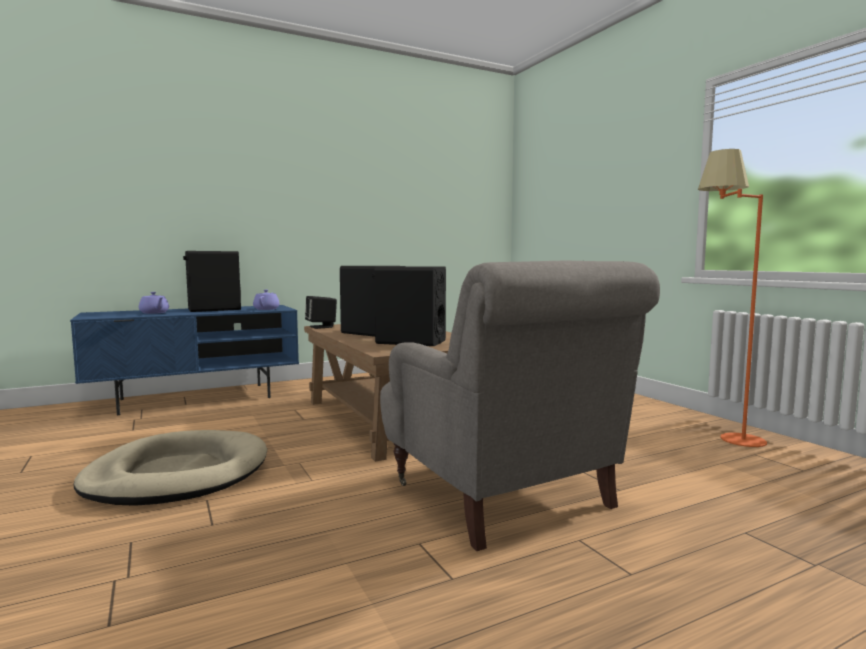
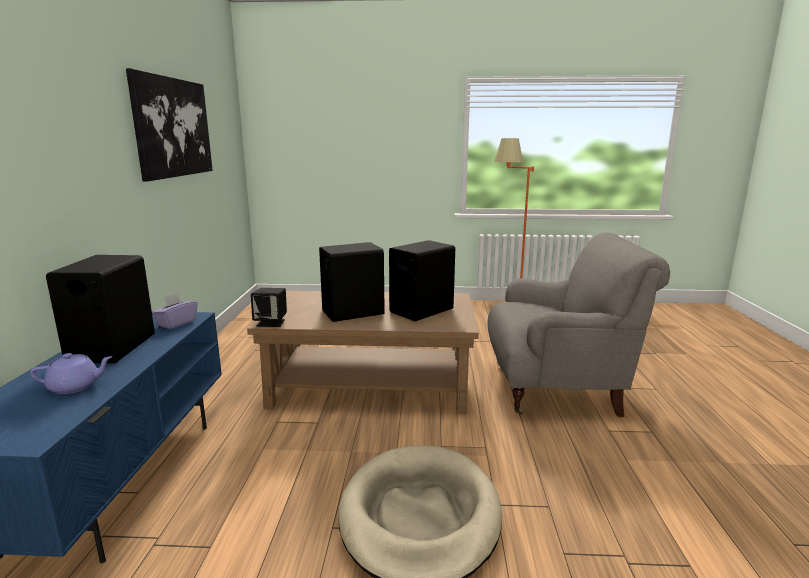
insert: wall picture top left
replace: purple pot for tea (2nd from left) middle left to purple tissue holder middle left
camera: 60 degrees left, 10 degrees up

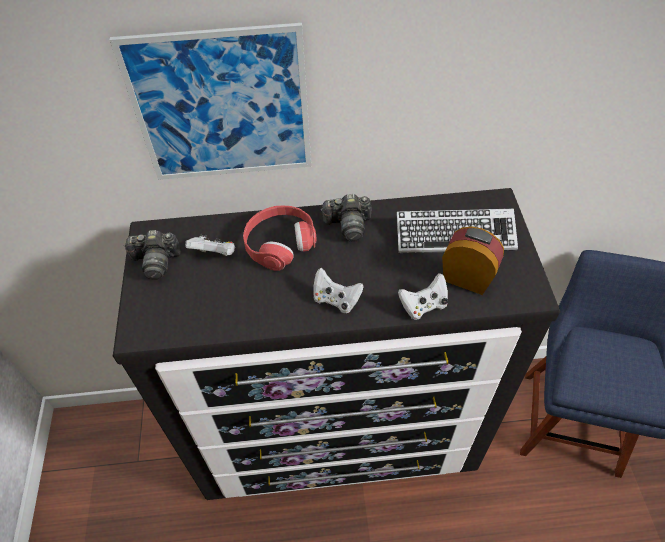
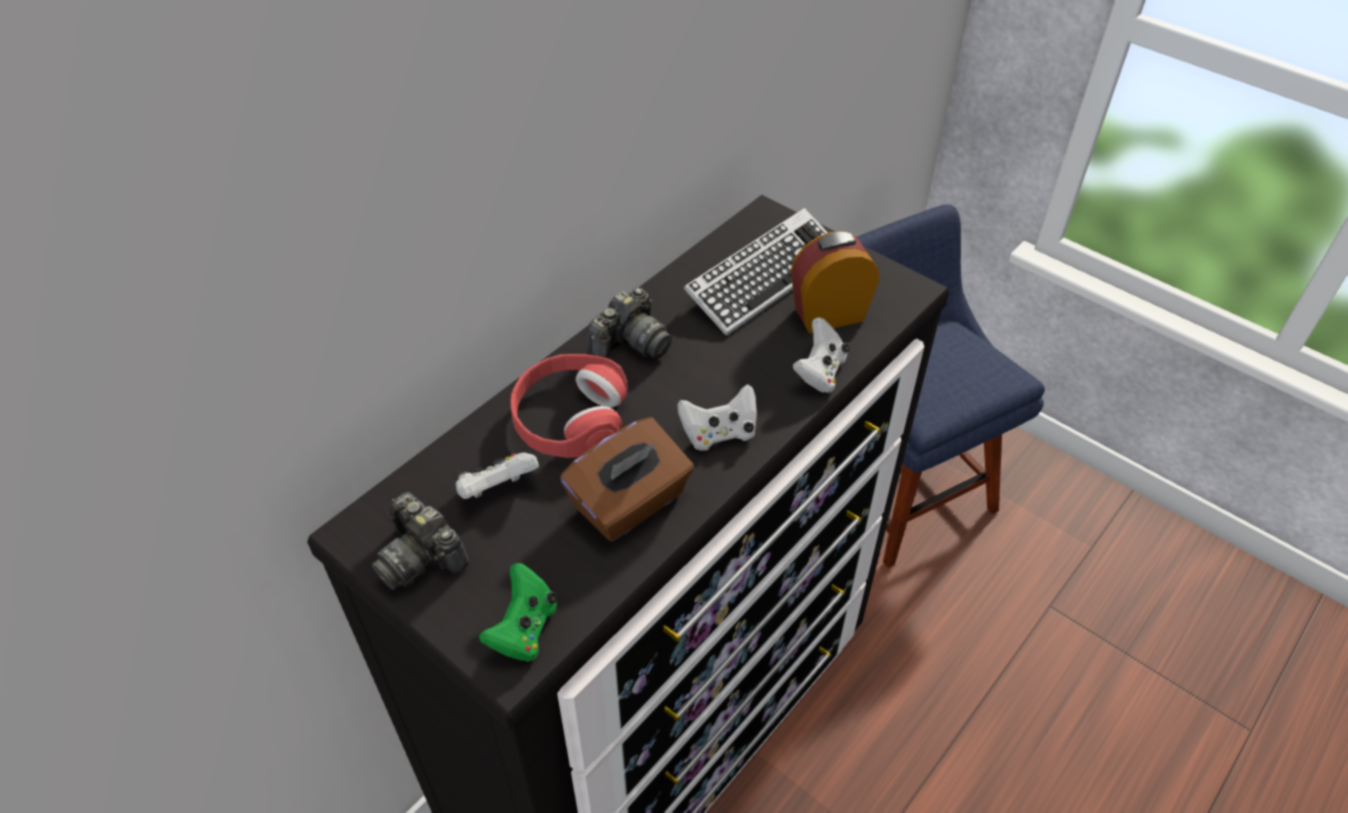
delete: wall picture top left
insert: brownish tissue holder centre; greenish gamepad bottom centre
rotate: still camera (1st from left) middle left = middle left 90 degrees clockwise
camera: 45 degrees left, 5 degrees down

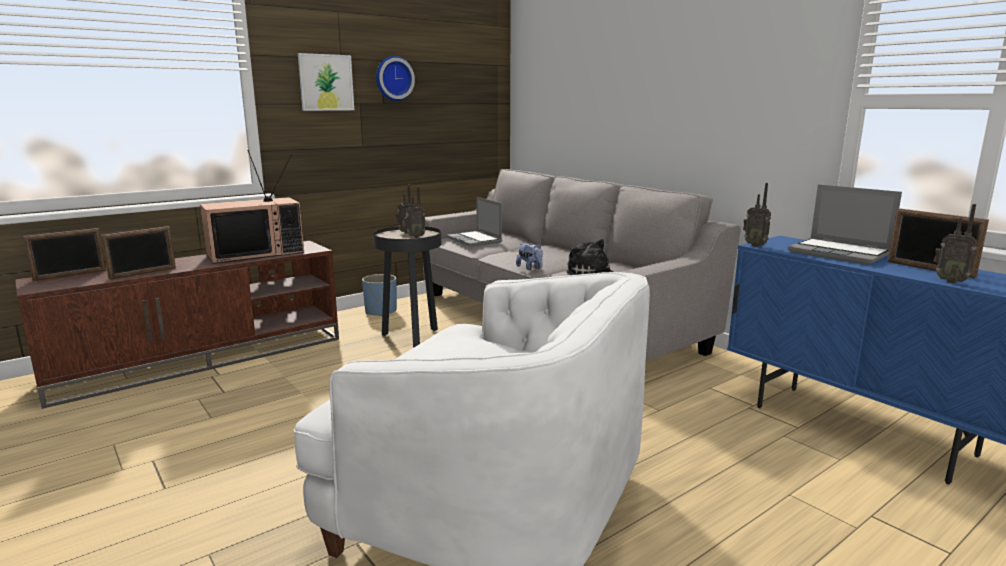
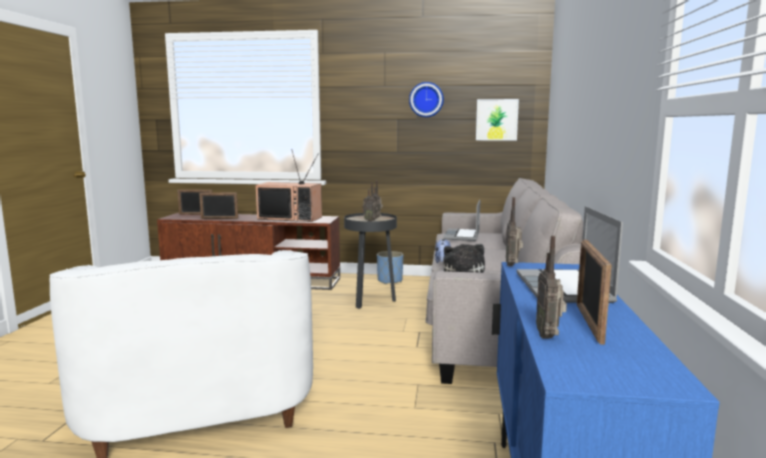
move: wall picture top left to top centre
camera: 45 degrees right, 5 degrees down

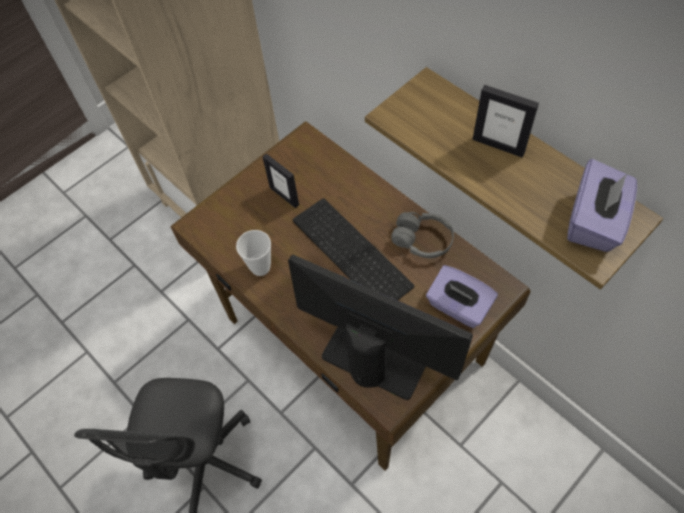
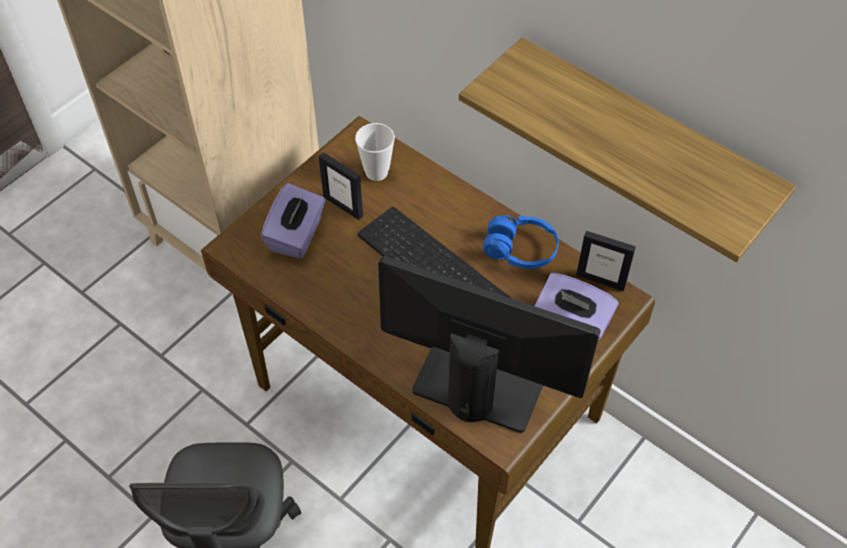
move: photo frame (2nd from left) top right to middle right; purple tissue holder (2nd from left in the first image) middle right to purple tissue holder (1st from left) centre; drinking cup centre to top centre
recolor: greyish headphones centre to blue headphones centre
camera: 10 degrees left, 5 degrees down

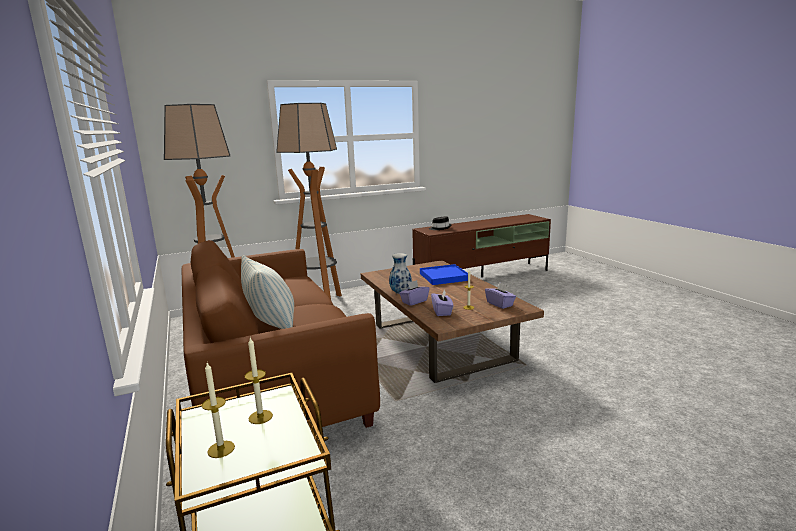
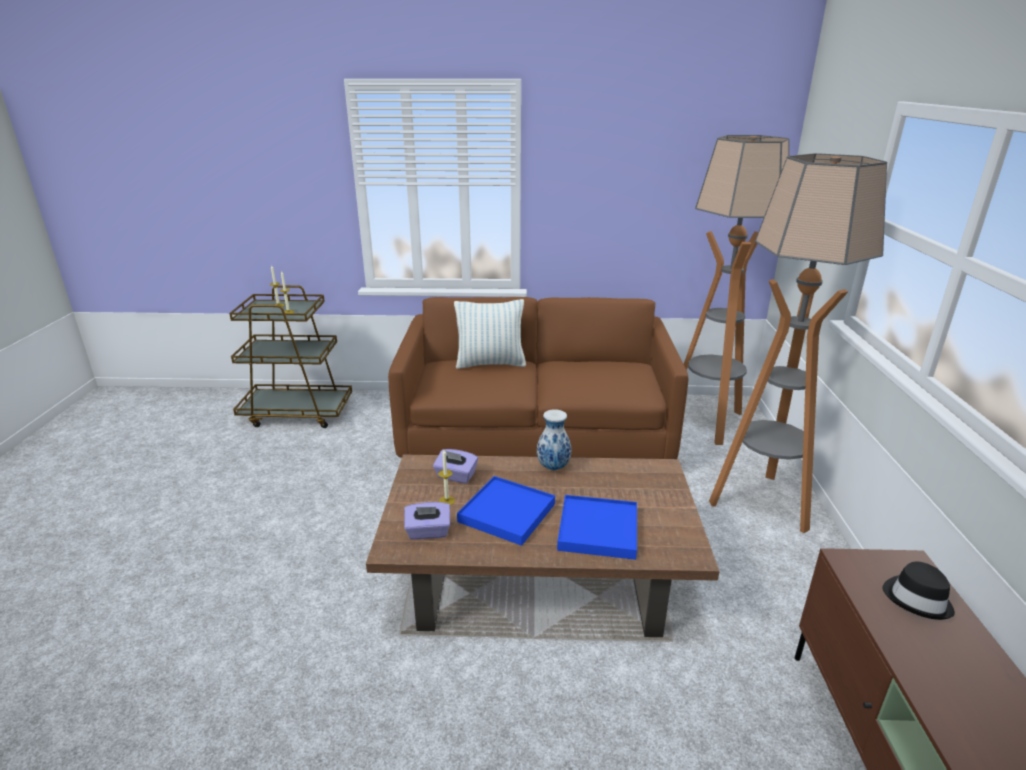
delete: purple tissue holder (1st from left) centre
insert: blue serving tray (1st from left) centre
camera: 115 degrees right, 10 degrees up

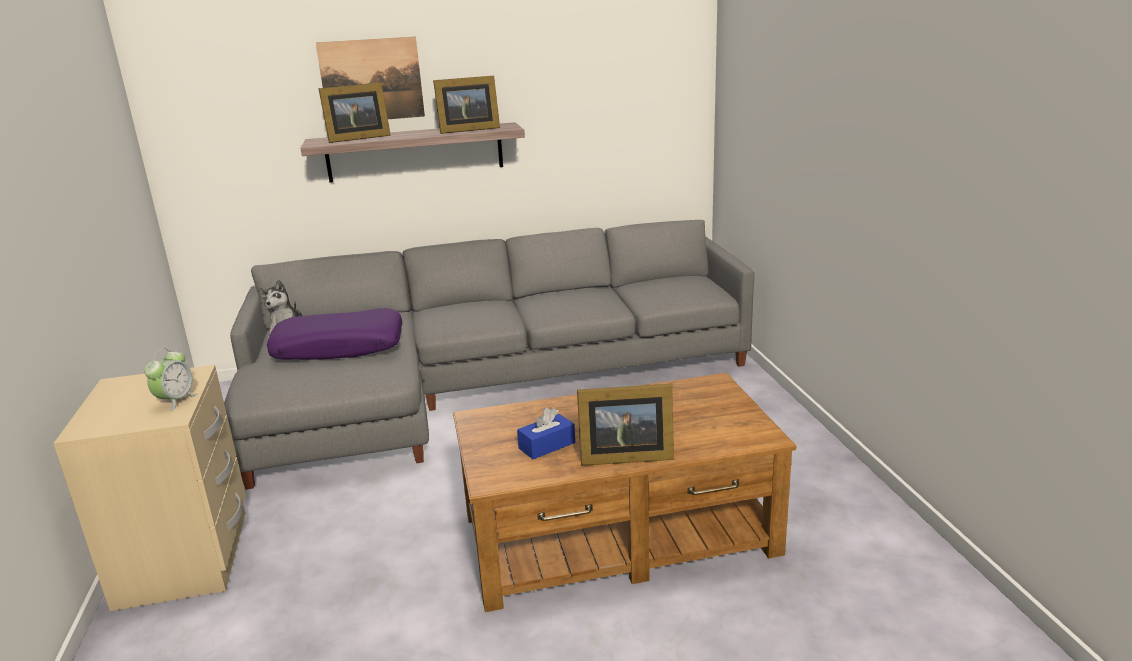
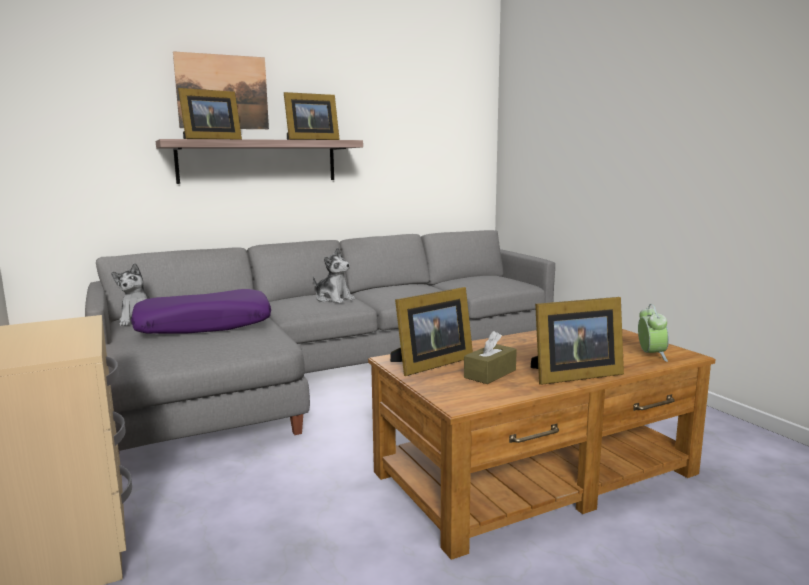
insert: soft toy (2nd from left) centre; photo frame (3rd from left) centre
move: alarm clock middle left to middle right
recolor: blue tissue holder centre to brownish tissue holder centre
camera: 15 degrees left, 10 degrees down

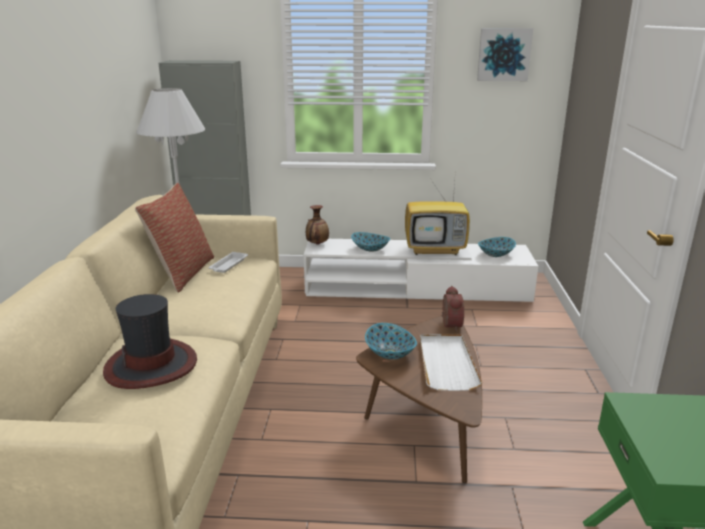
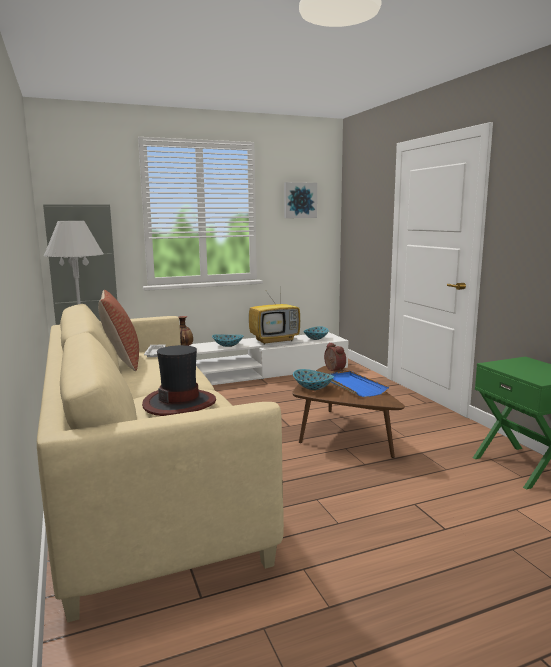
recolor: whitish serving tray (2nd from left) bottom centre to blue serving tray centre
camera: 25 degrees left, 10 degrees down

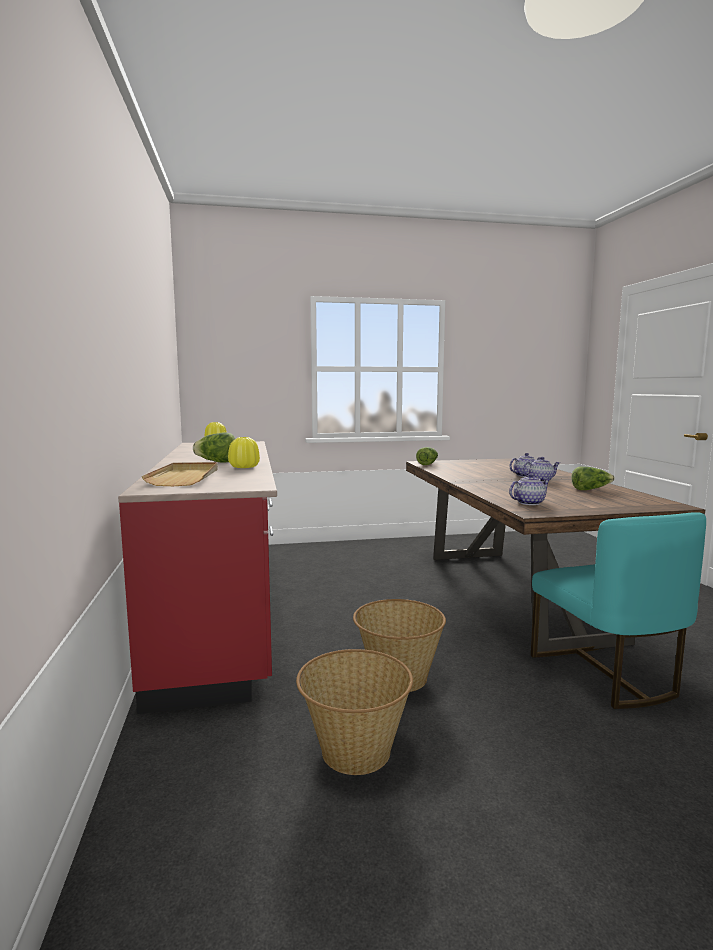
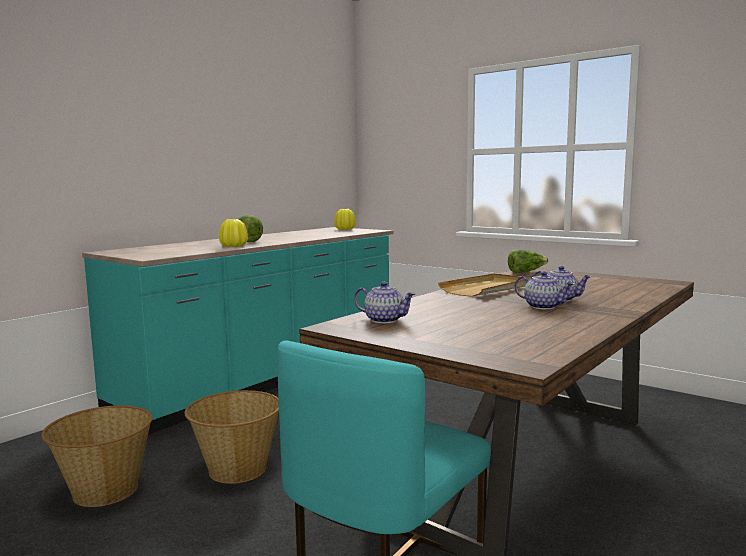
delete: lettuce head (3rd from left) middle right
move: beige serving tray middle left to centre
recolor: reddish counter middle left to turquoise counter middle left
camera: 50 degrees right, 0 degrees up

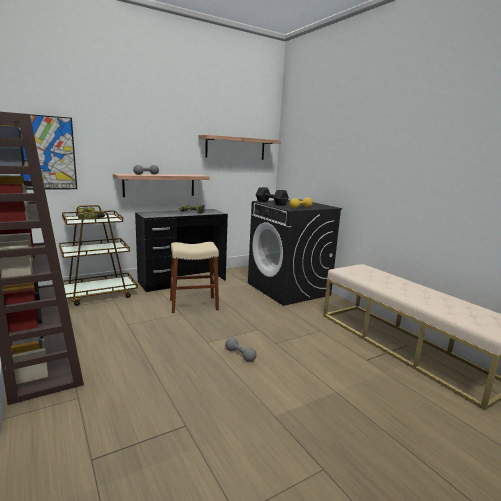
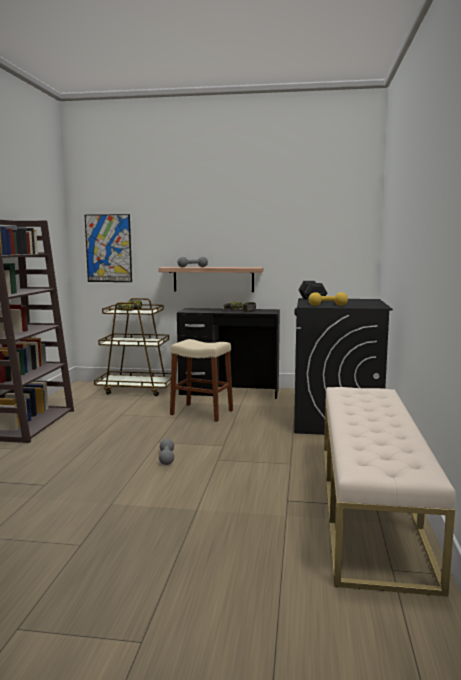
delete: wall shelf (2nd from left) top centre
camera: 40 degrees right, 5 degrees down

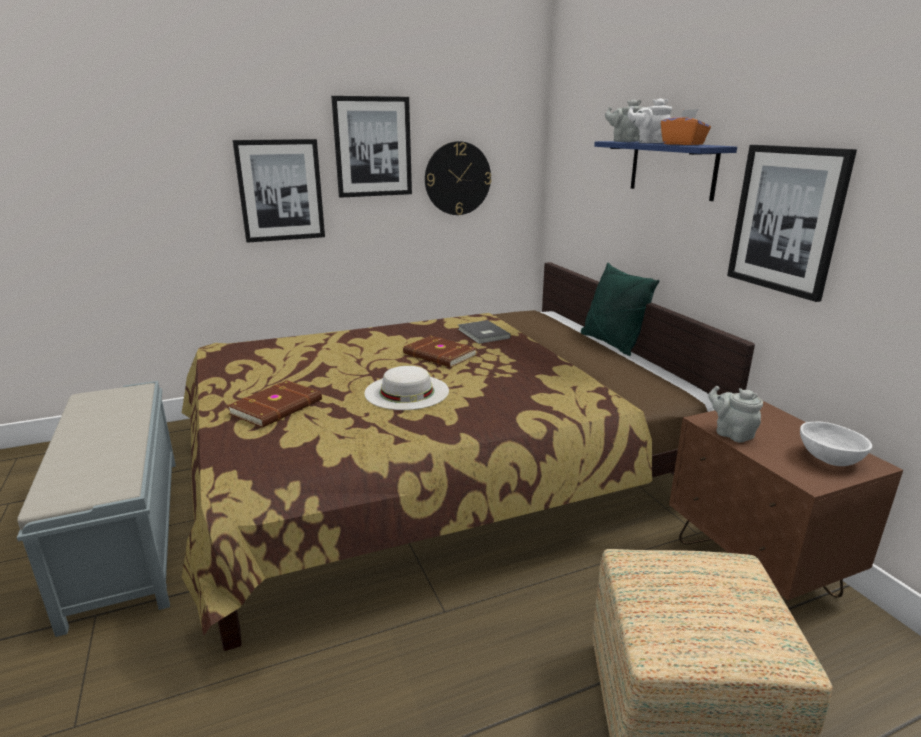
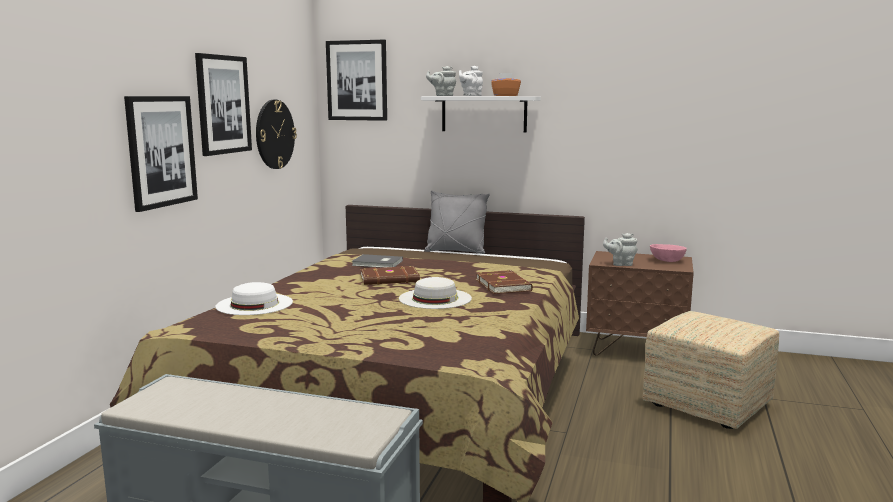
insert: whitish hat (1st from left) middle left
move: wall picture (3rd from left) top right to top centre; brownish volume (1st from left in the first image) middle left to brownish volume (2nd from left) centre
recolor: blue wall shelf top right to whitish wall shelf top centre; greenish cushion middle right to greyish cushion centre; whitish bowl middle right to pink bowl middle right
camera: 50 degrees left, 10 degrees down

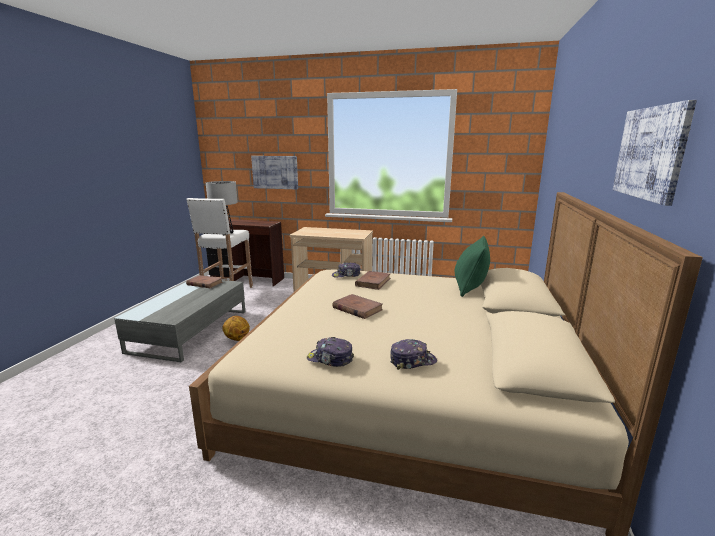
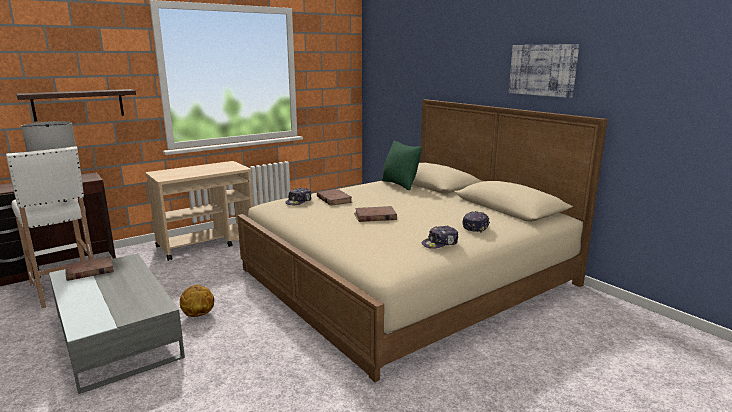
replace: wall picture (1st from left) top centre to wall shelf top left
camera: 50 degrees left, 0 degrees up

